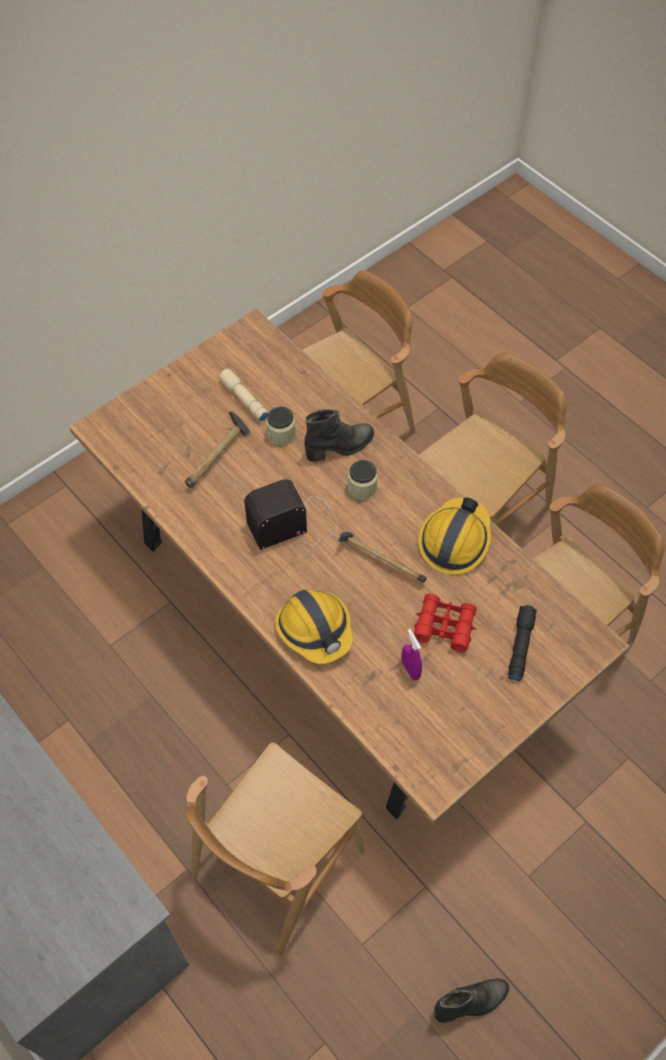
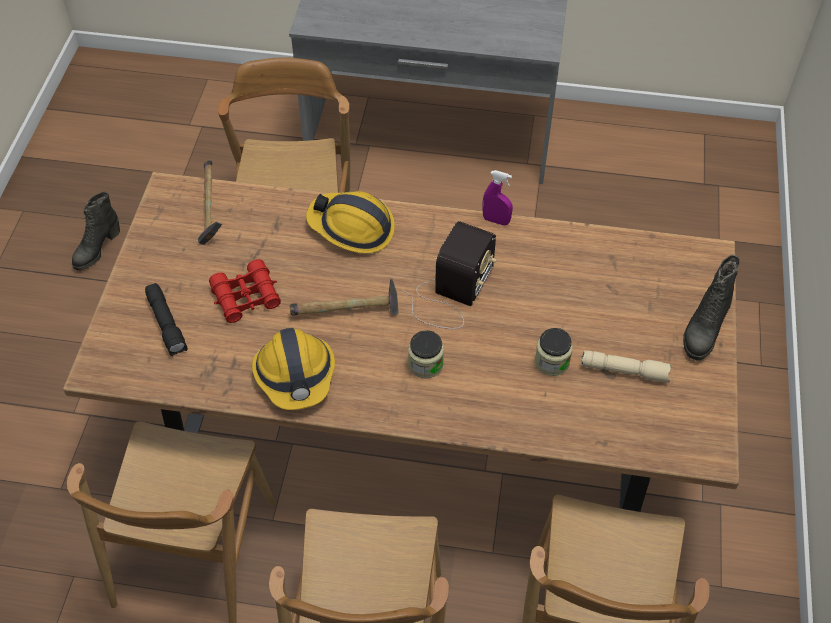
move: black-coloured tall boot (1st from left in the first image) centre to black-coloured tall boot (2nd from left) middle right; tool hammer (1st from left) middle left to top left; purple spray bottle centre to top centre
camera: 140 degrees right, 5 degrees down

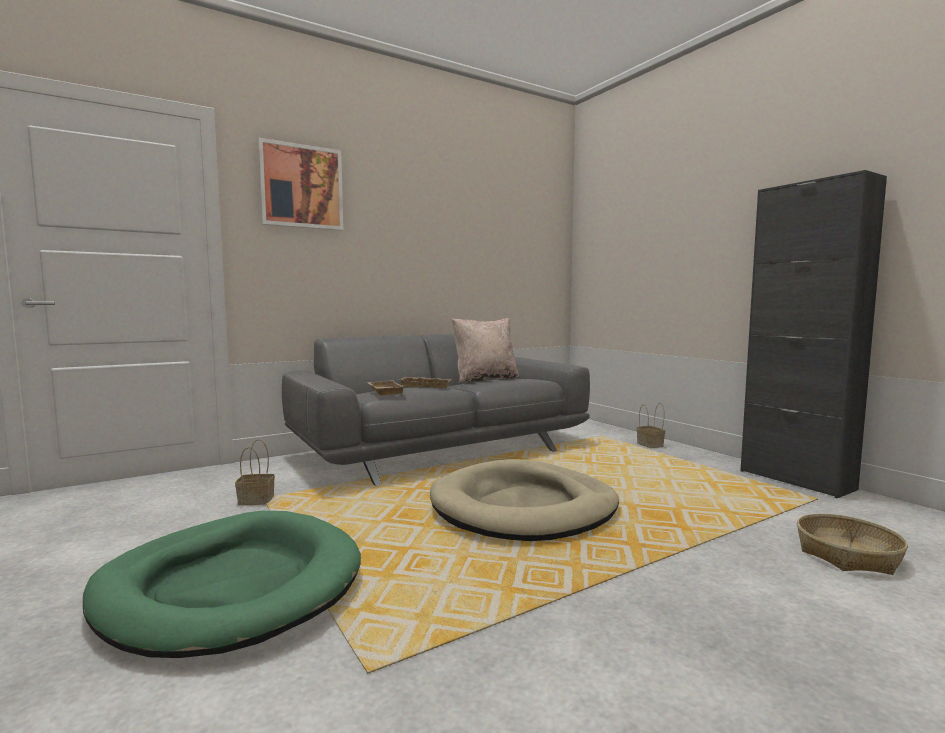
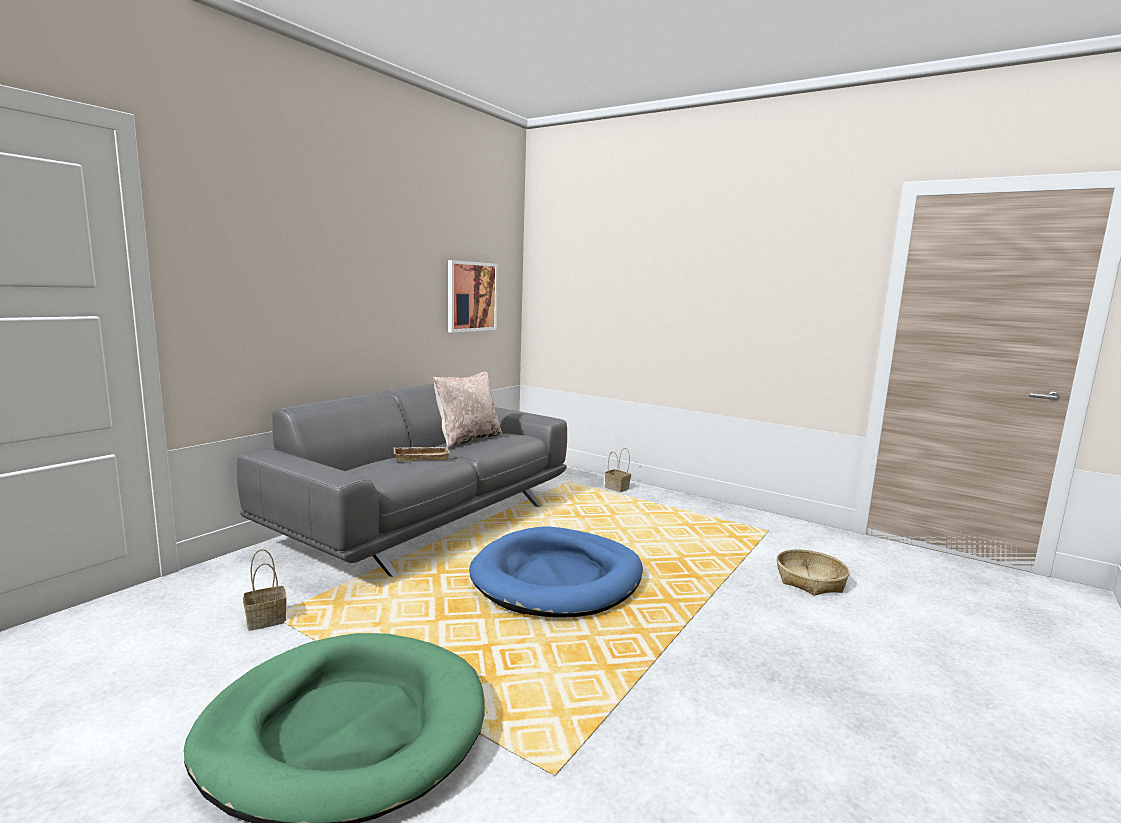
delete: black-coloured cupboard middle right; beige serving tray (1st from left) centre
move: wall picture top left to centre
recolor: beige pet bed bottom centre to blue pet bed bottom centre
camera: 25 degrees left, 5 degrees up

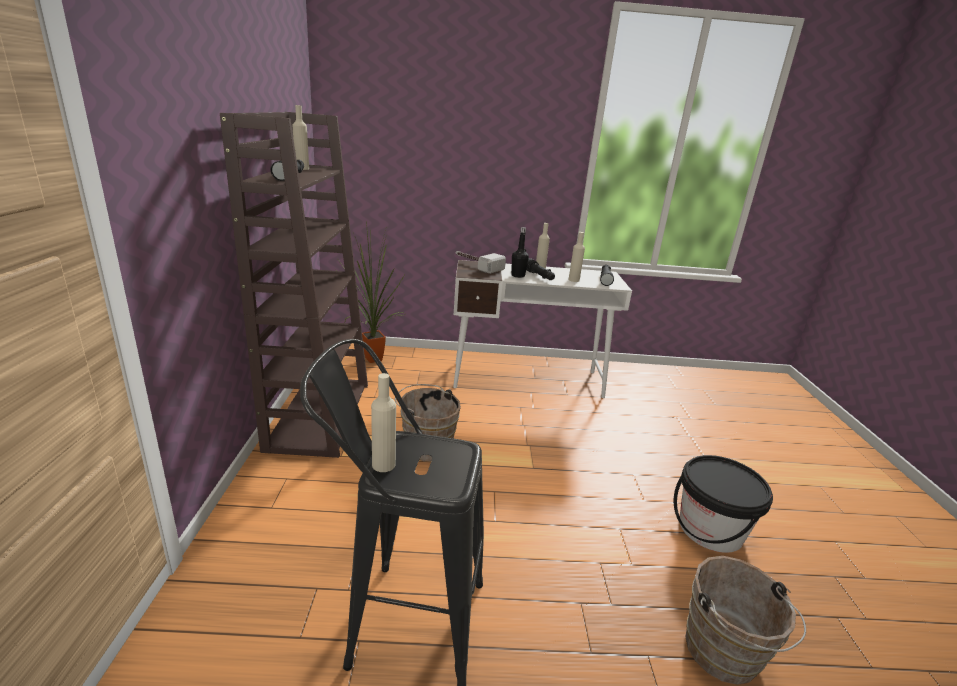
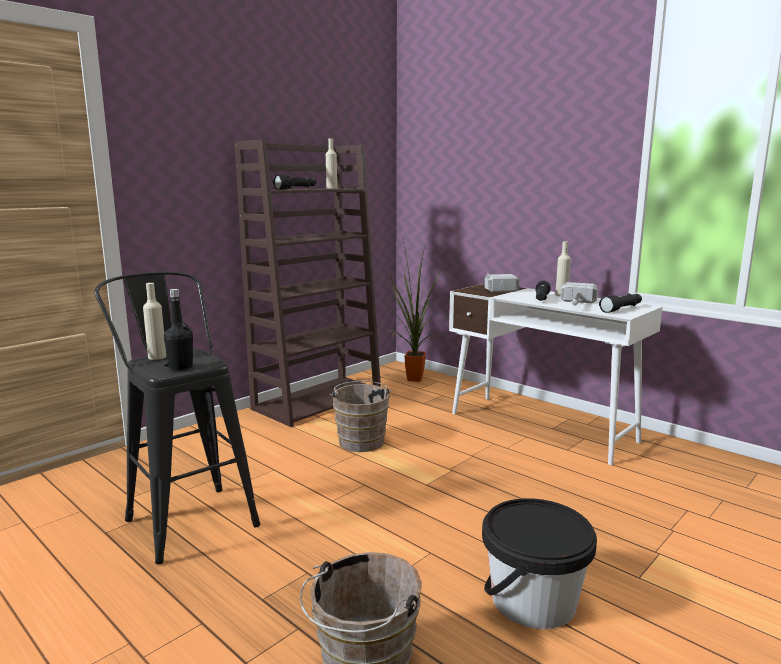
move: black-coloured beverage bottle centre to middle left
replace: beige beverage bottle (4th from left) centre to tool hammer (2nd from left) middle right
camera: 45 degrees right, 10 degrees down

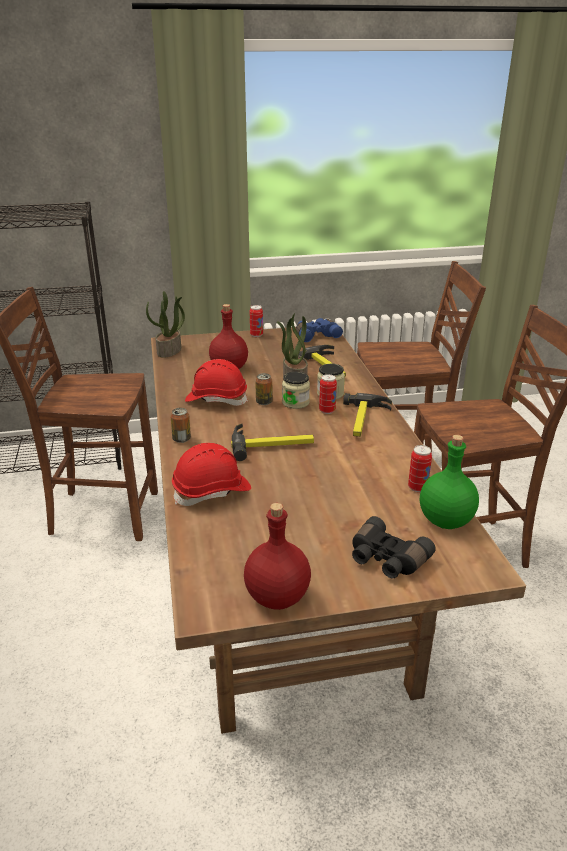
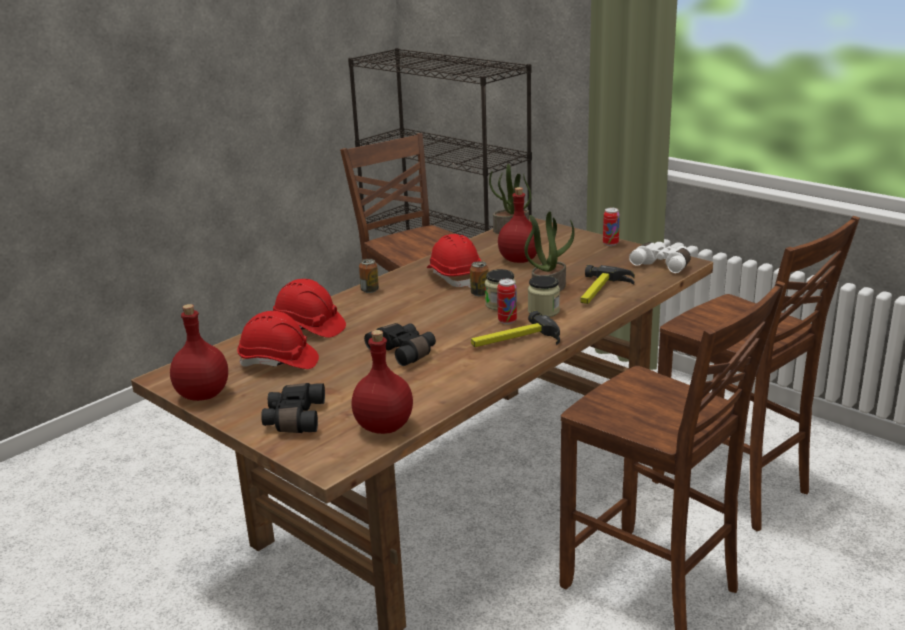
delete: tool hammer (1st from left) centre; sealed can (5th from left) middle right
insert: reddish work helmet (1st from left) middle left; black-coloured binoculars (2nd from left) centre
recolor: blue binoculars centre to whitish binoculars middle right; greenish beverage bottle middle right to reddish beverage bottle (2nd from left) centre
camera: 55 degrees right, 5 degrees down

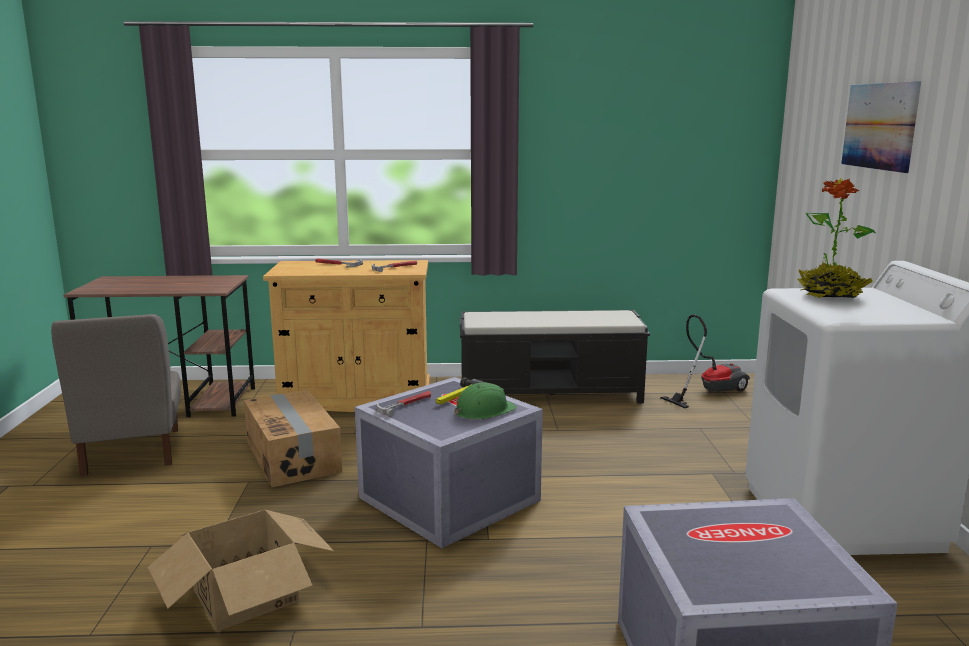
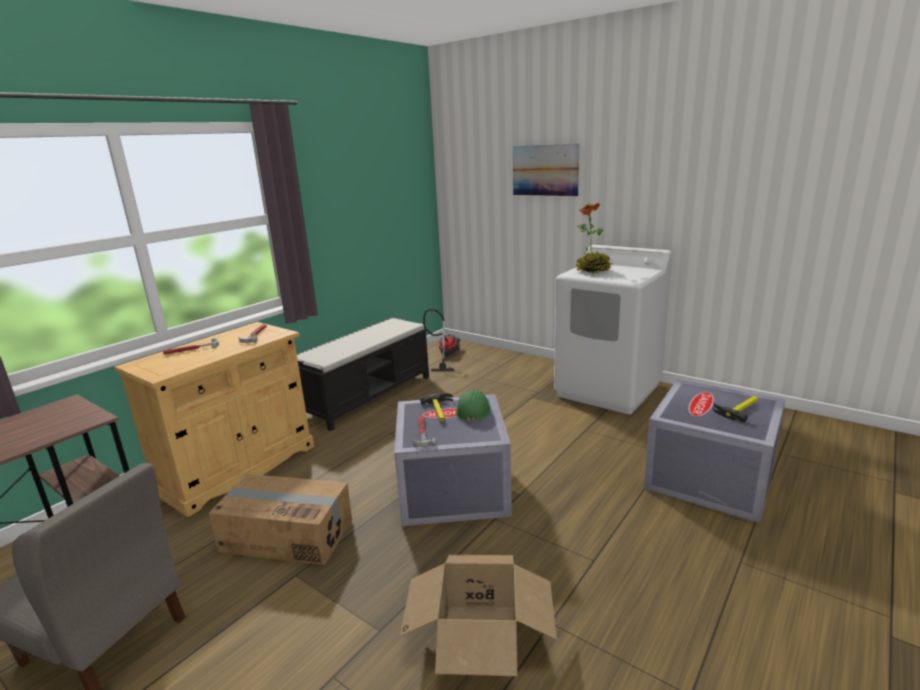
insert: tool hammer (5th from left) middle right
camera: 50 degrees left, 5 degrees up

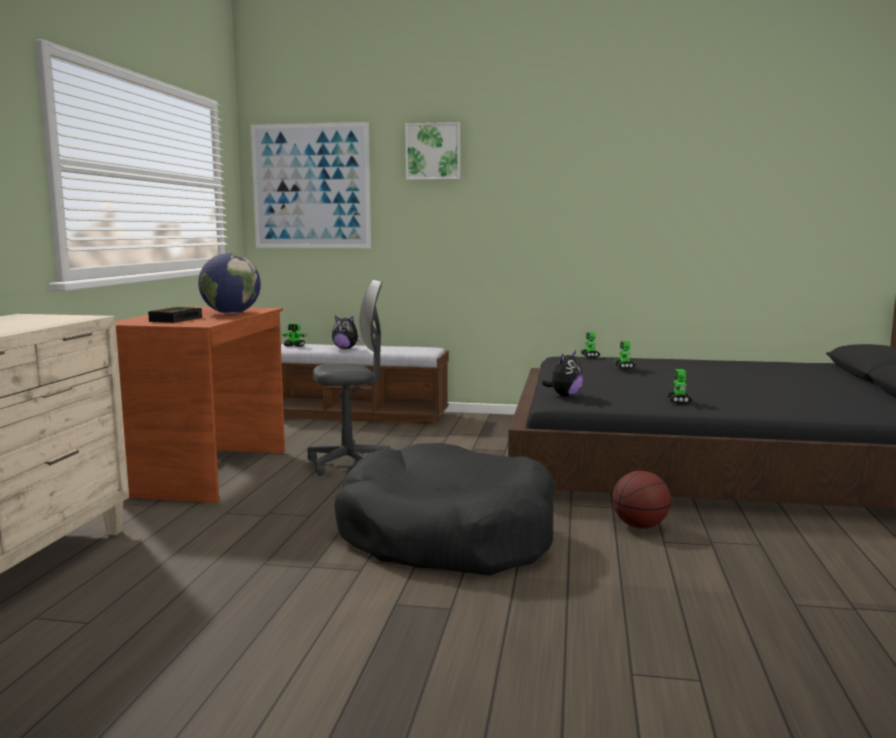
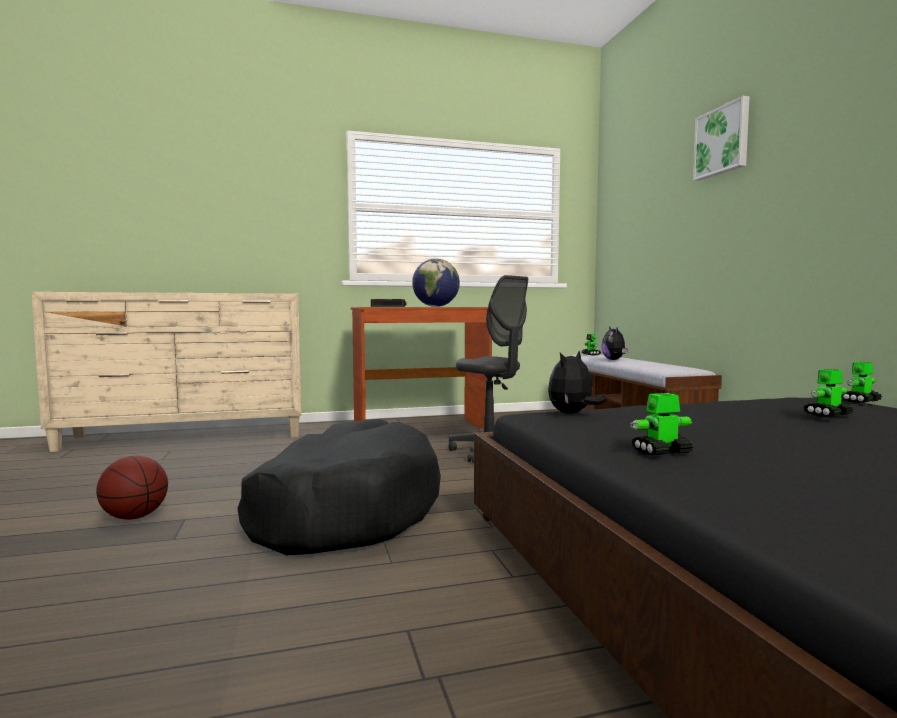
delete: wall picture (1st from left) top centre
move: ball for basketball bottom right to bottom left
rotate: soft toy (2nd from left in the first image) centre = centre 120 degrees clockwise
camera: 65 degrees right, 5 degrees down

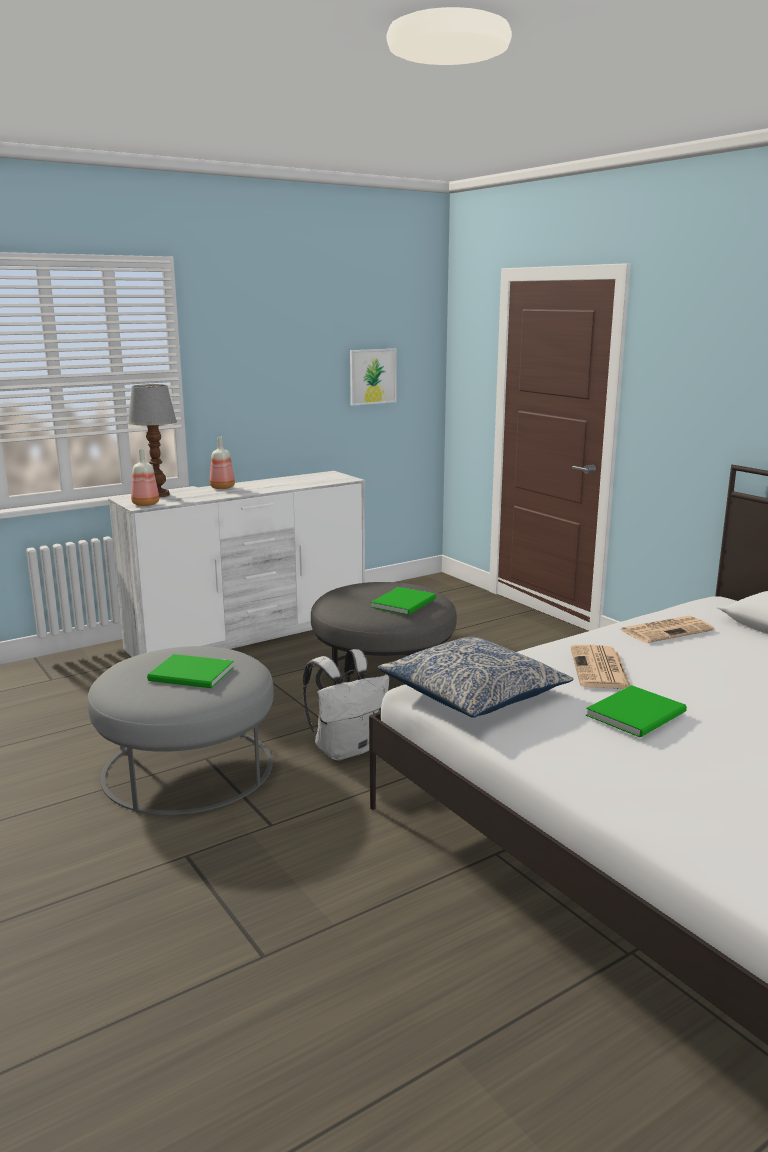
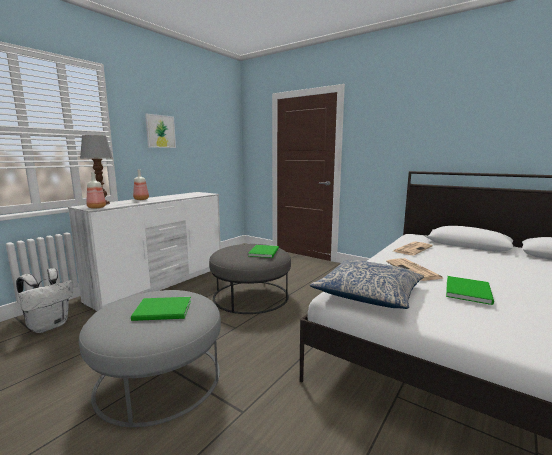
move: wall picture top centre to top left; whitish backpack centre to middle left
camera: 20 degrees left, 5 degrees down

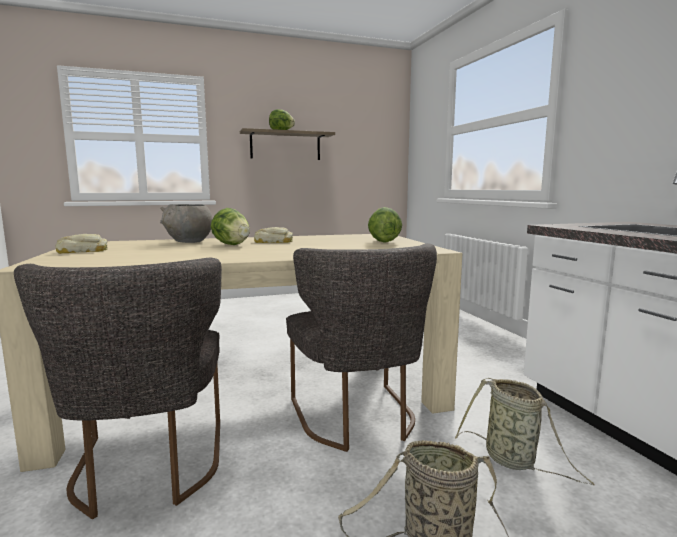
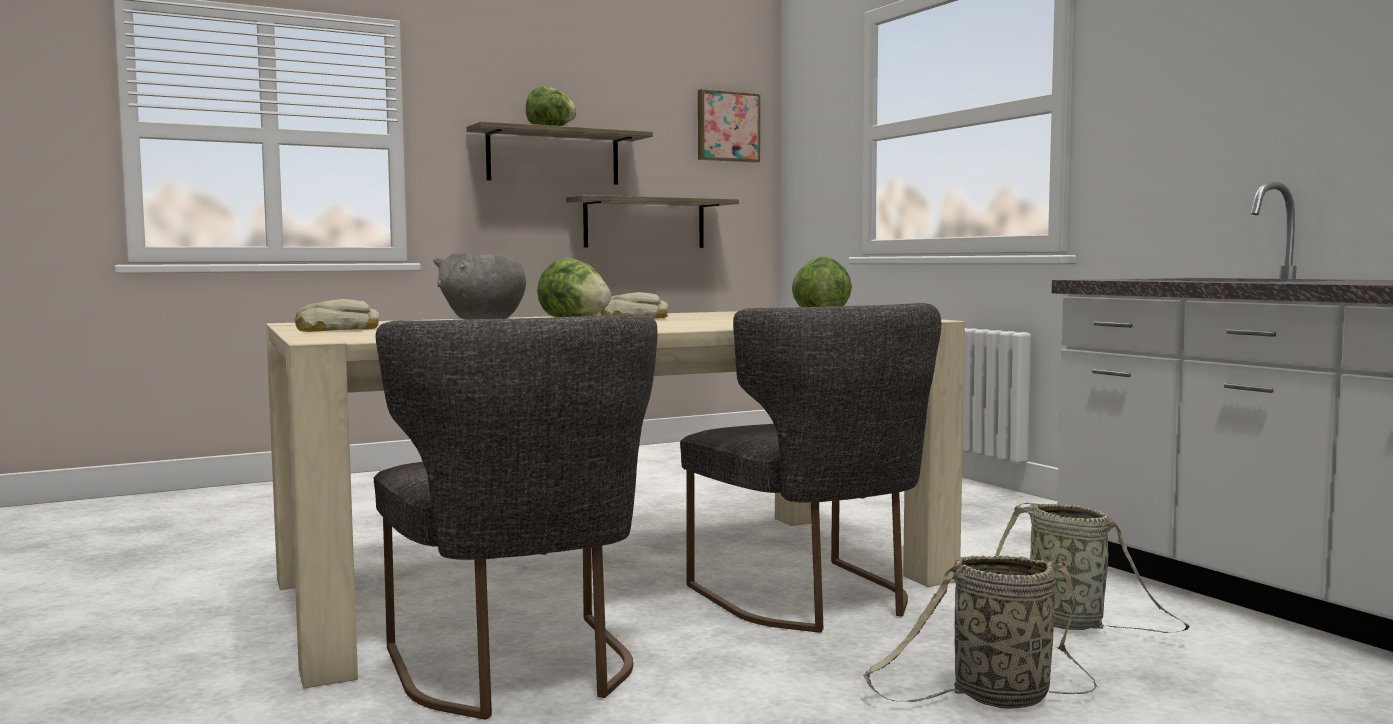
insert: wall picture top centre; wall shelf (2nd from left) top centre
camera: 10 degrees left, 5 degrees down

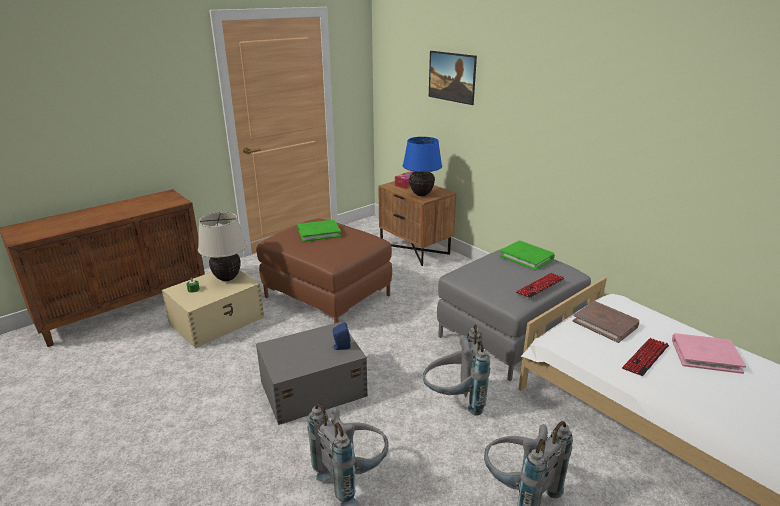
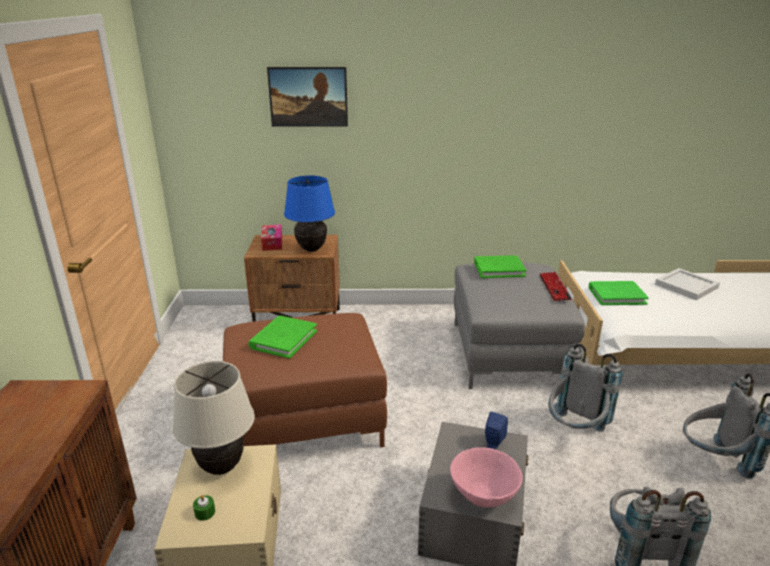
delete: keyboard (2nd from left) bottom right
insert: pink bowl bottom centre
replace: pink volume bottom right to whitish serving tray middle right
recolor: brownish volume middle right to greenish volume (3rd from left) middle right
camera: 50 degrees left, 0 degrees up

